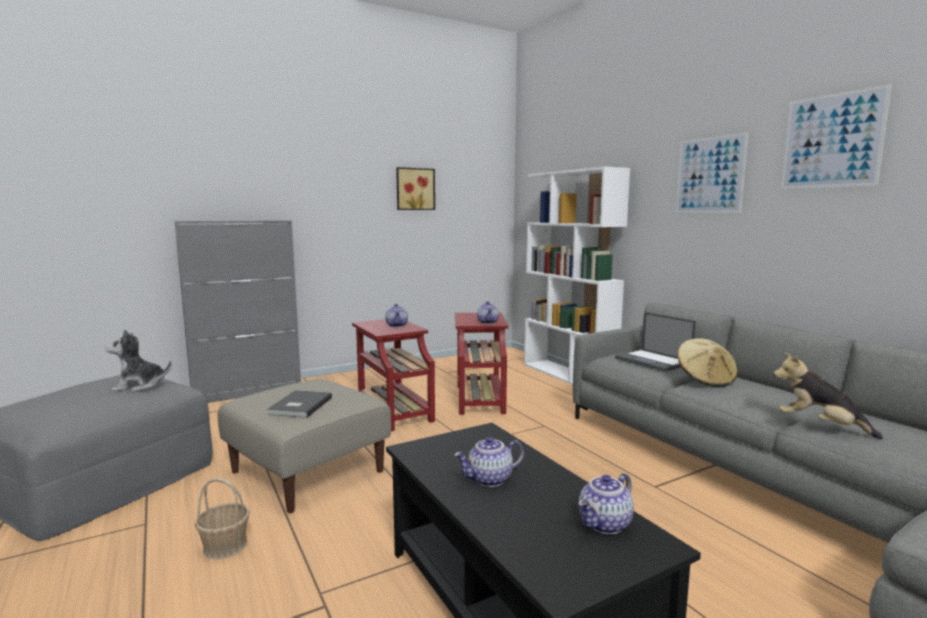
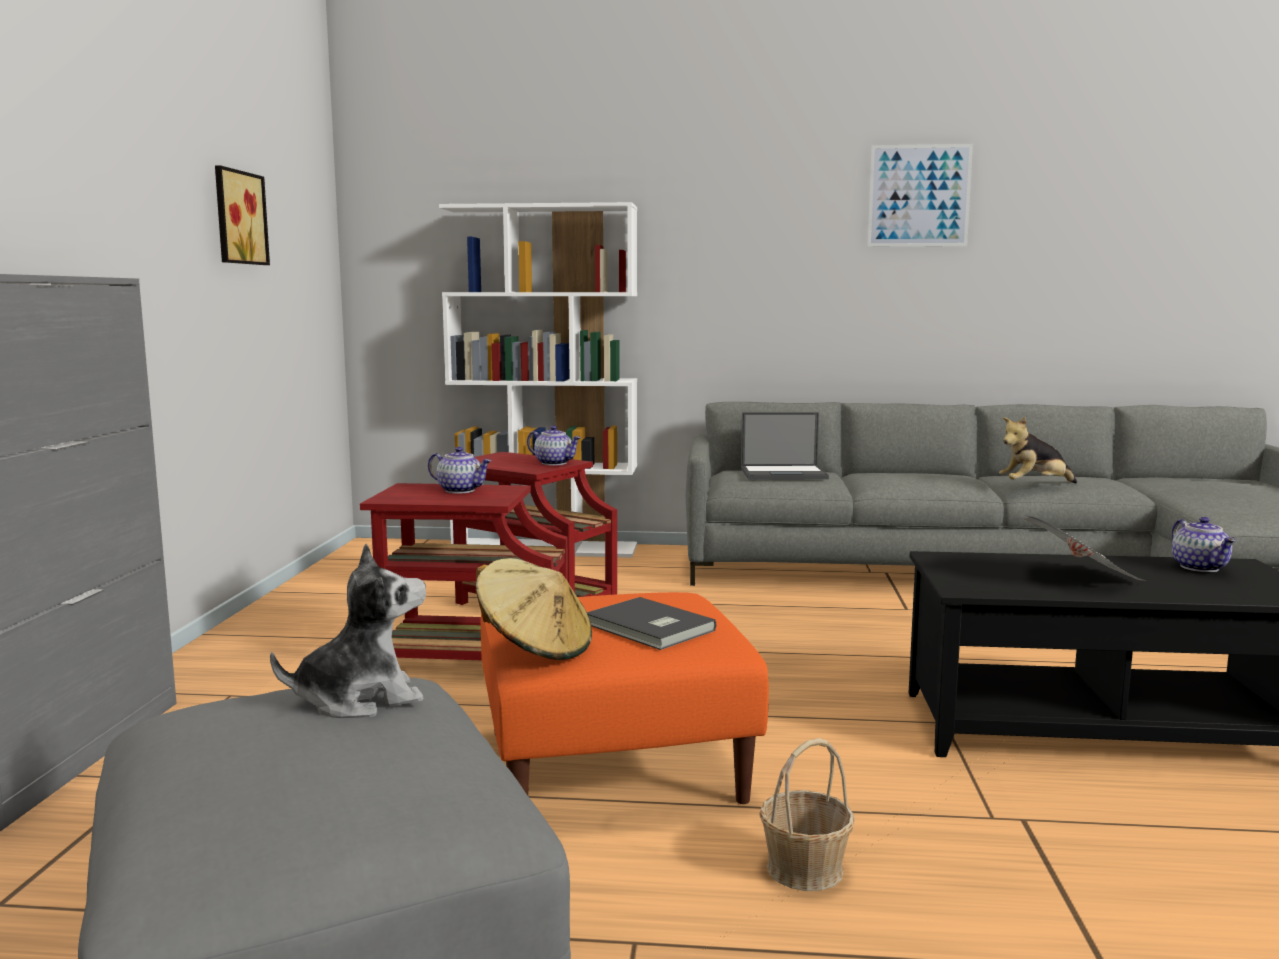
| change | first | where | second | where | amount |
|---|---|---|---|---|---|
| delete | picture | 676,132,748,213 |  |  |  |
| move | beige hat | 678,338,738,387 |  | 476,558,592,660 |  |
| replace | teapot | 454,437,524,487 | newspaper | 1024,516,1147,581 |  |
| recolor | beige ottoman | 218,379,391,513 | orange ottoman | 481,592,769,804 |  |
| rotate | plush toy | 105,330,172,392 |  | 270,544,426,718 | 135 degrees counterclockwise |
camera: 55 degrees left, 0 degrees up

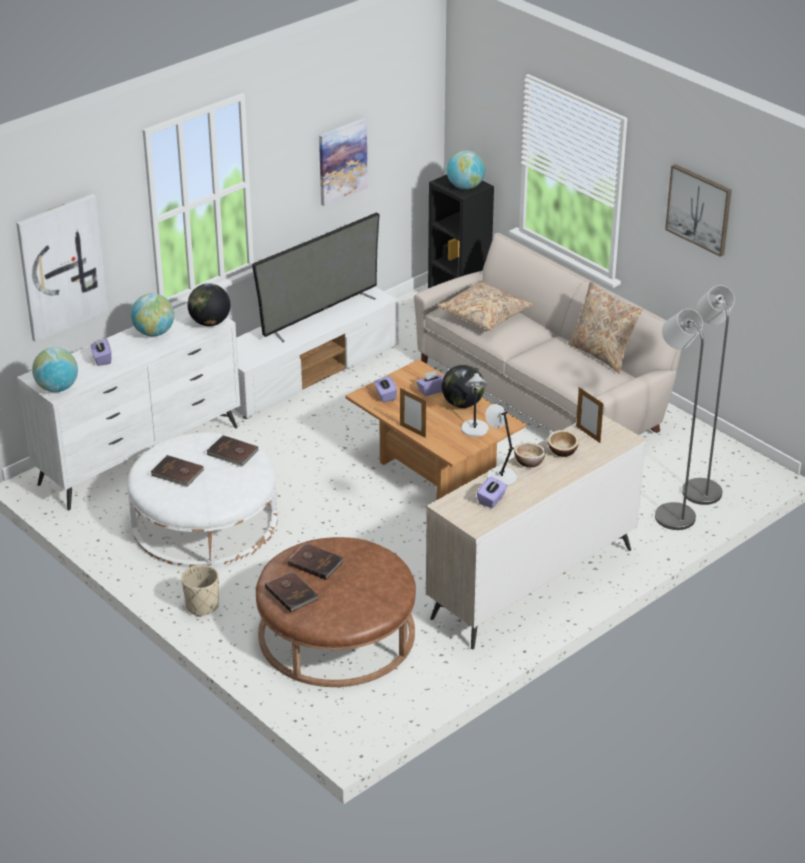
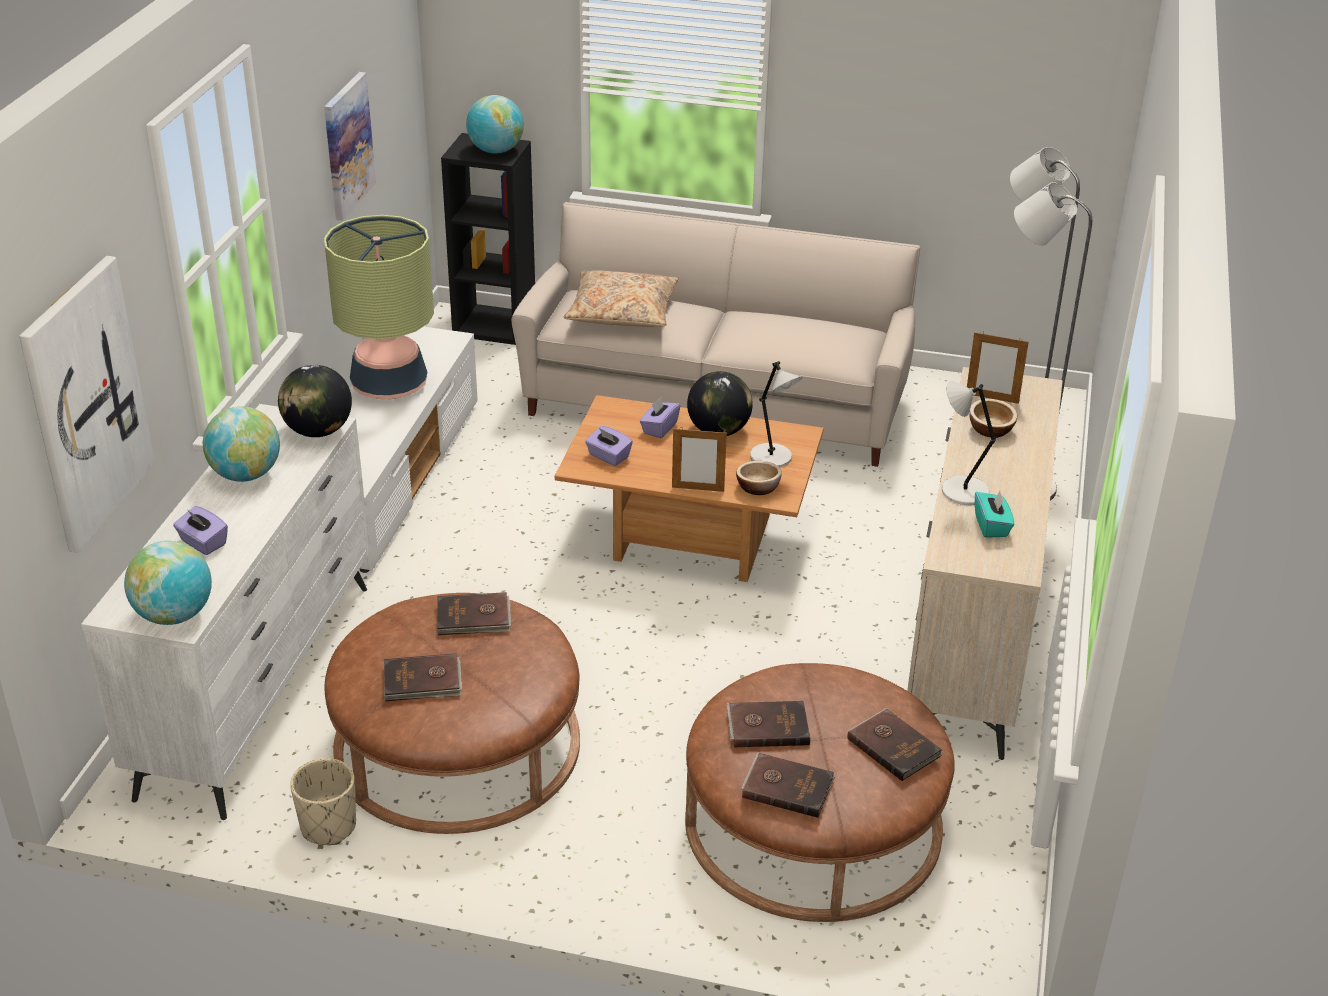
| change | first | where | second | where | amount |
|---|---|---|---|---|---|
| delete | beige pillow | 568,281,643,374 |  |  |  |
| delete | picture | 665,164,732,257 |  |  |  |
| insert |  |  | brown book | 847,708,942,781 |  |
| move | beige planter | 181,565,219,617 |  | 290,758,356,845 |  |
| move | bowl | 514,443,546,467 |  | 736,461,782,495 |  |
| replace | television | 252,212,380,342 | table lamp | 324,215,434,399 |  |
| recolor | white ottoman | 127,432,278,568 | brown ottoman | 324,593,580,834 |  |
| recolor | purple tissue box | 477,477,507,508 | turquoise tissue box | 975,491,1014,538 |  |
camera: 35 degrees left, 0 degrees up

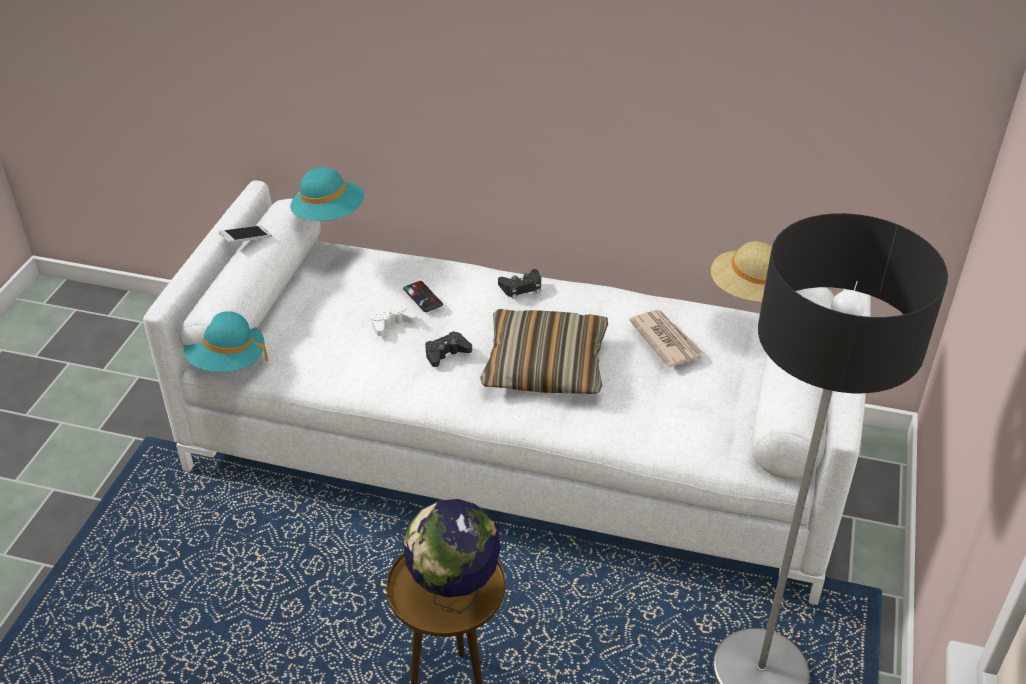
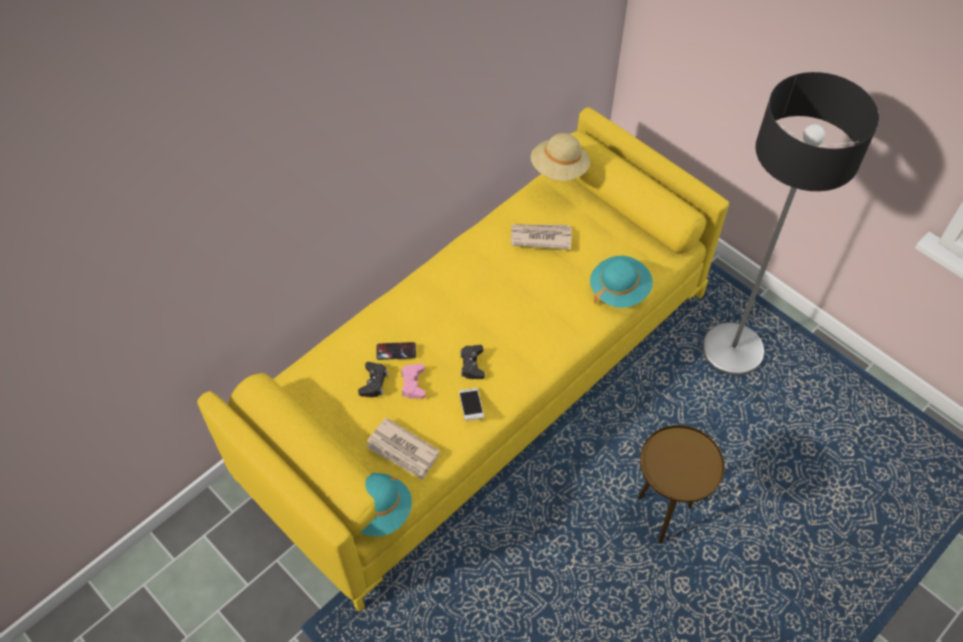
| change | first | where | second | where | amount |
|---|---|---|---|---|---|
| delete | globe | 403,499,501,613 |  |  |  |
| delete | pillow | 480,309,608,394 |  |  |  |
| insert |  |  | newspaper | 366,418,440,480 |  |
| move | phone | 219,225,272,243 |  | 459,388,484,421 |  |
| move | turquoise hat | 290,167,365,221 |  | 590,256,653,308 |  |
| move | black game controller | 498,269,541,299 |  | 358,362,388,397 |  |
| recolor | white sofa | 143,181,871,605 | yellow sofa | 197,107,729,612 |  |
| recolor | white game controller | 371,302,417,336 | pink game controller | 401,364,426,399 |  |
camera: 60 degrees left, 15 degrees up

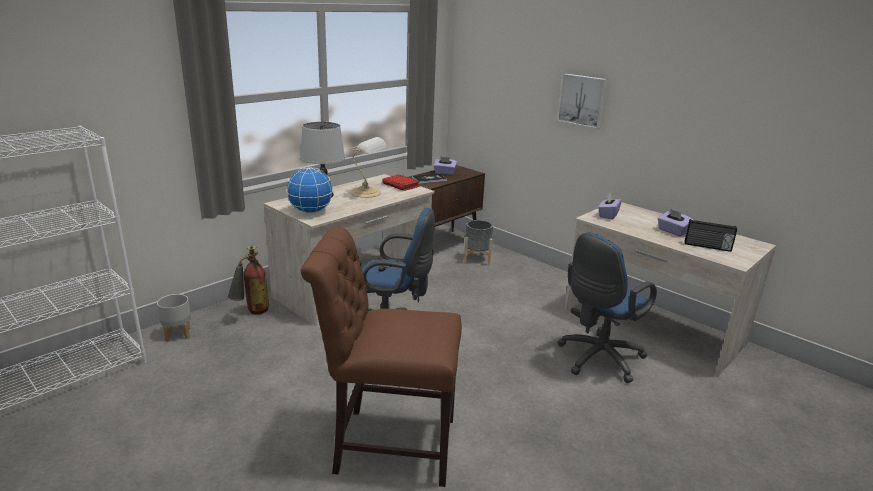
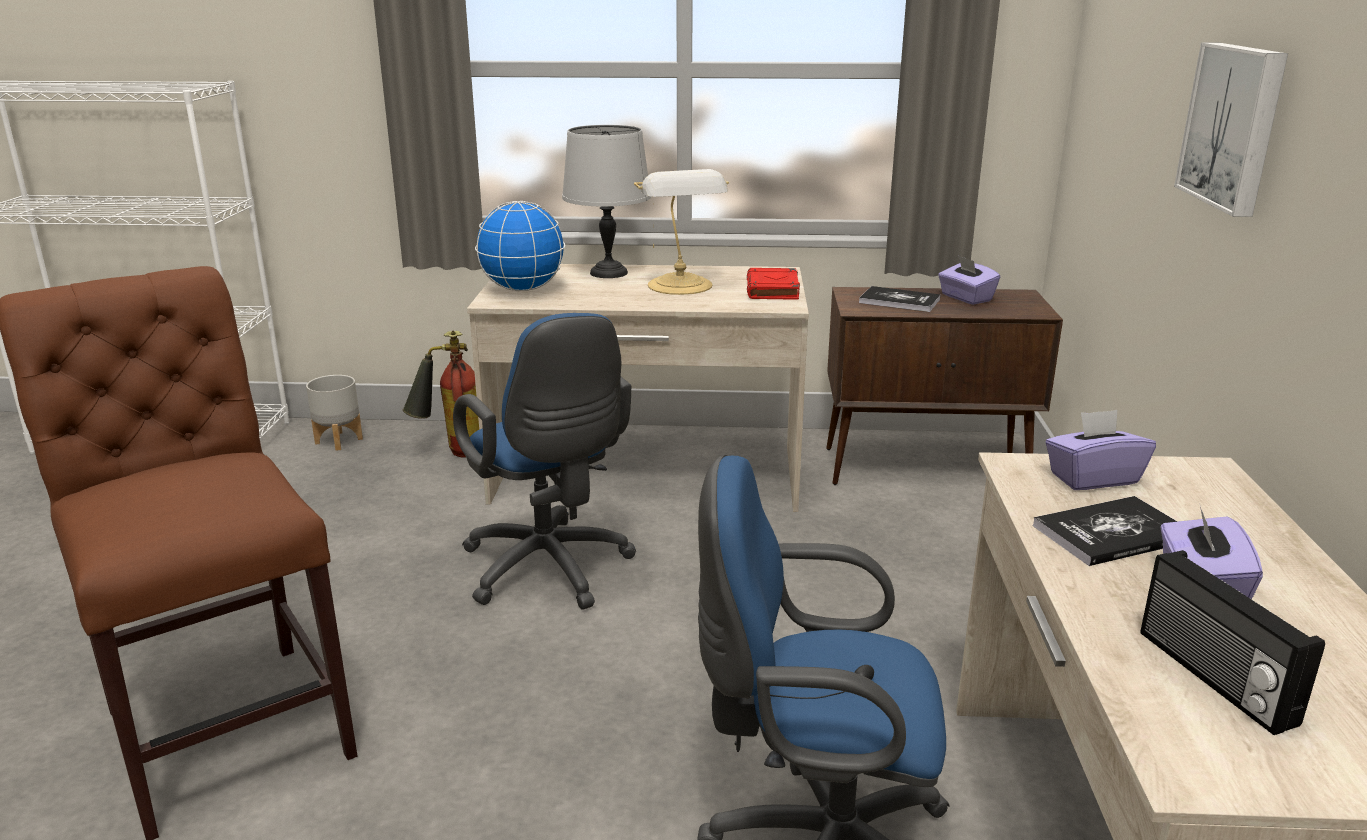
| change | first | where | second | where | amount |
|---|---|---|---|---|---|
| delete | grey planter | 464,220,493,265 |  |  |  |
| insert |  |  | book | 1033,496,1178,566 |  |
camera: 50 degrees right, 0 degrees up

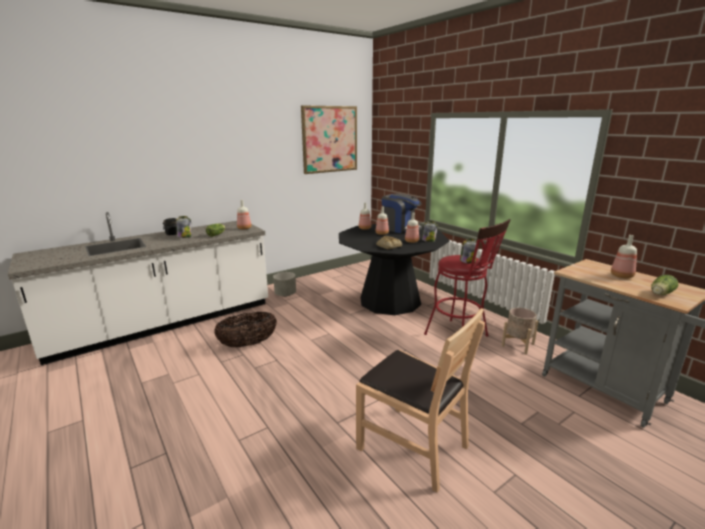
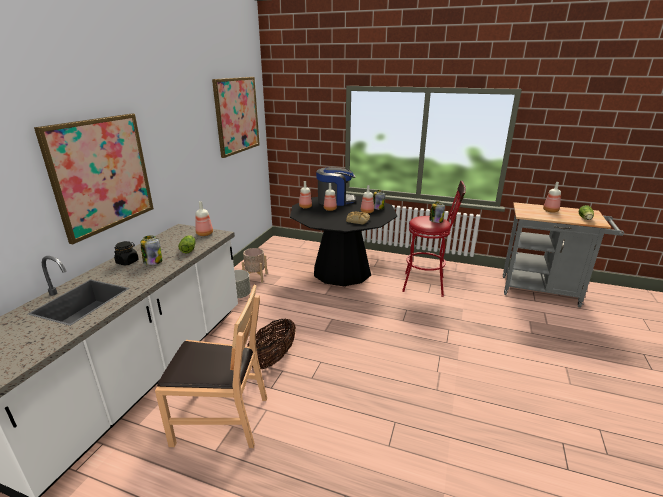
| change | first | where | second | where | amount |
|---|---|---|---|---|---|
| insert |  |  | picture | 34,114,154,244 |  |
| move | brown chair | 356,308,485,493 |  | 155,285,267,448 |  |
| move | beige planter | 502,308,538,354 |  | 242,248,267,283 |  |
camera: 35 degrees left, 5 degrees up

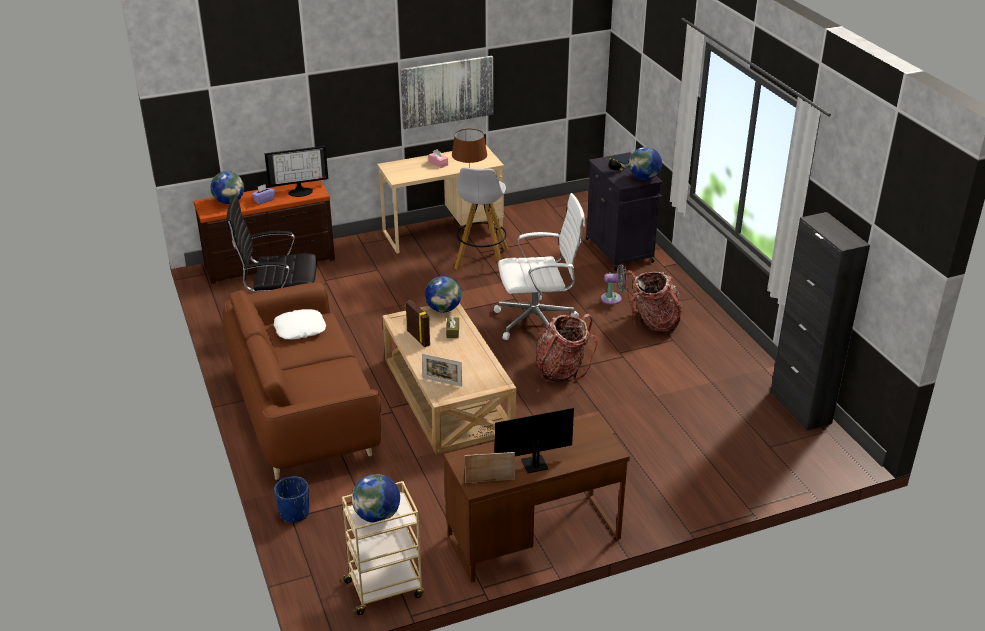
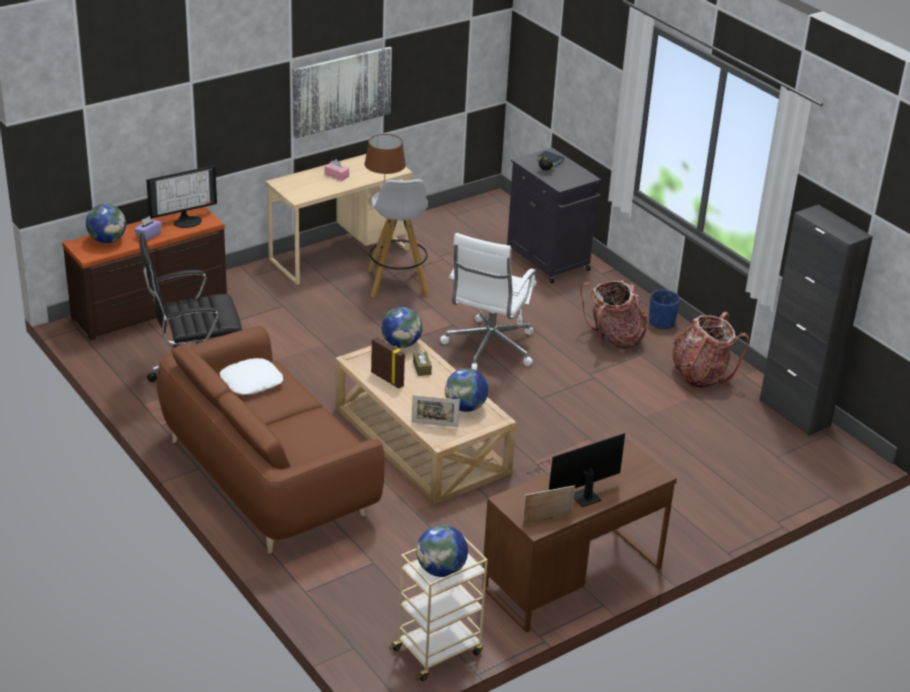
| change | first | where | second | where | amount |
|---|---|---|---|---|---|
| delete | grey fan | 601,264,627,305 |  |  |  |
| move | blue planter | 274,476,309,523 |  | 649,290,680,330 |  |
| move | backpack | 536,314,597,383 |  | 673,312,749,389 |  |
| move | globe | 629,147,662,180 |  | 445,368,488,412 |  |
| rotate | white office chair | 494,193,585,340 |  | 440,233,537,371 | 135 degrees clockwise |
camera: 15 degrees left, 0 degrees up

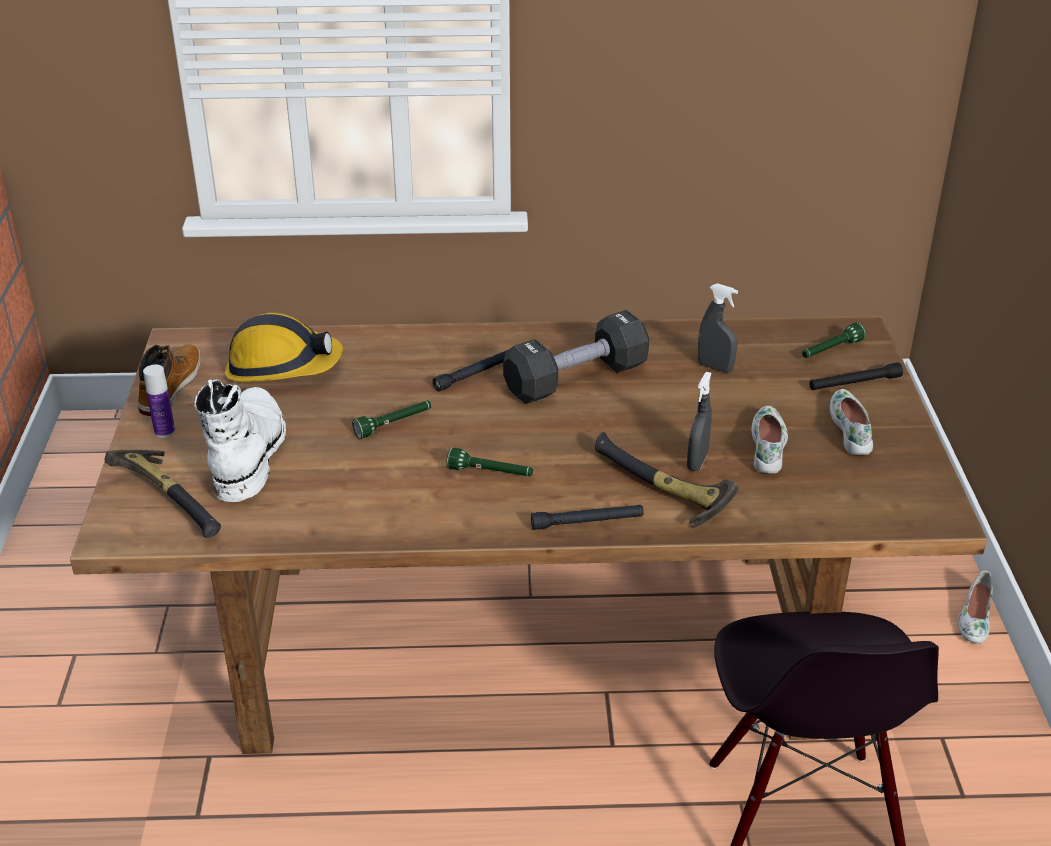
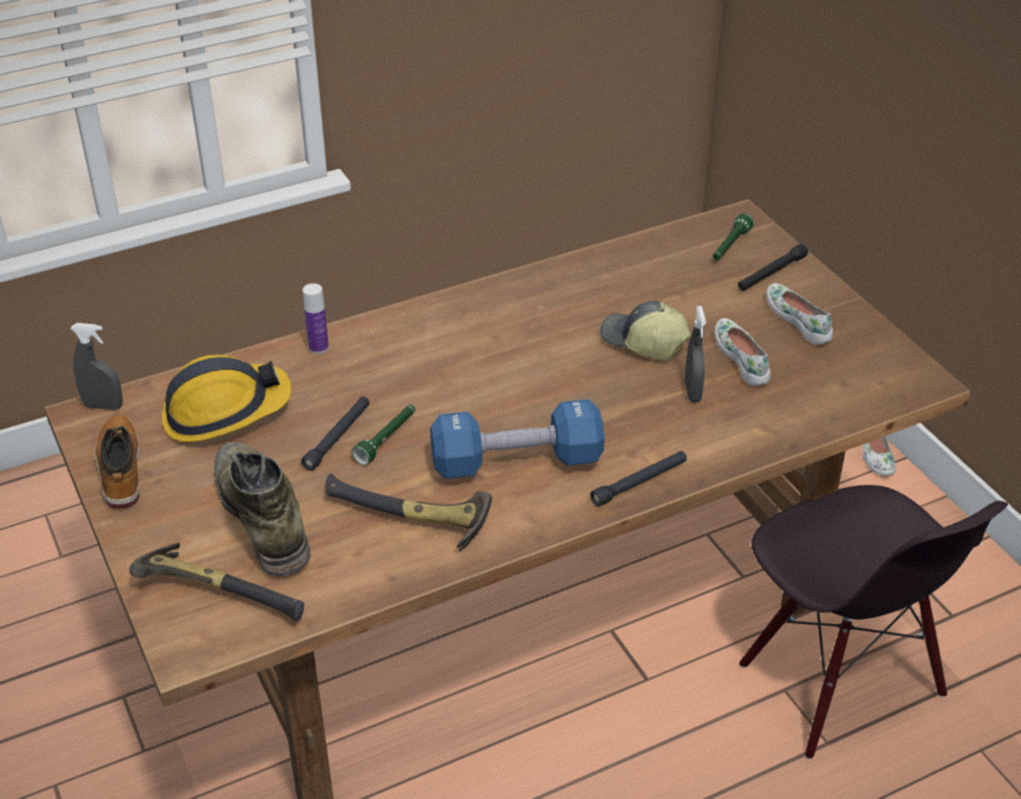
| change | first | where | second | where | amount |
|---|---|---|---|---|---|
| delete | black dumbbell | 503,310,649,404 |  |  |  |
| insert |  |  | cap | 600,301,691,361 |  |
| move | bottle | 143,365,175,438 |  | 303,283,329,354 |  |
| move | black flashlight | 433,349,509,391 |  | 301,397,370,471 |  |
| move | hammer | 595,432,738,529 |  | 325,474,492,552 |  |
| move | grey spray bottle | 698,283,738,373 |  | 70,323,123,410 |  |
| replace | green flashlight | 446,448,533,477 | blue dumbbell | 430,399,605,479 |  |
| recolor | white boot | 194,380,286,502 | green boot | 214,442,311,576 |  |
camera: 25 degrees left, 5 degrees up

